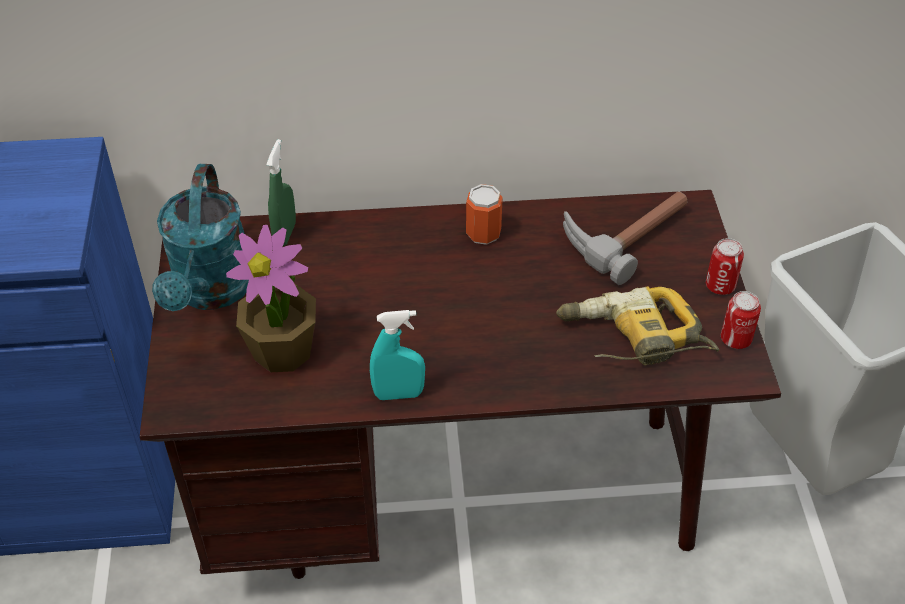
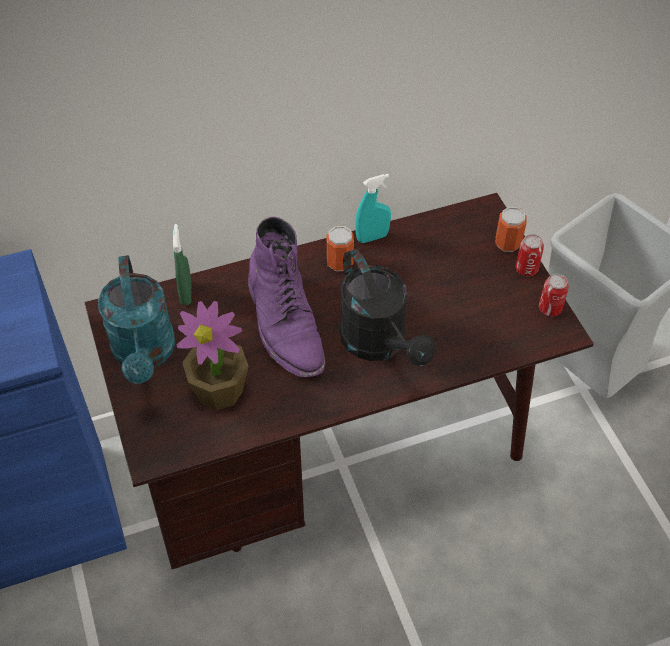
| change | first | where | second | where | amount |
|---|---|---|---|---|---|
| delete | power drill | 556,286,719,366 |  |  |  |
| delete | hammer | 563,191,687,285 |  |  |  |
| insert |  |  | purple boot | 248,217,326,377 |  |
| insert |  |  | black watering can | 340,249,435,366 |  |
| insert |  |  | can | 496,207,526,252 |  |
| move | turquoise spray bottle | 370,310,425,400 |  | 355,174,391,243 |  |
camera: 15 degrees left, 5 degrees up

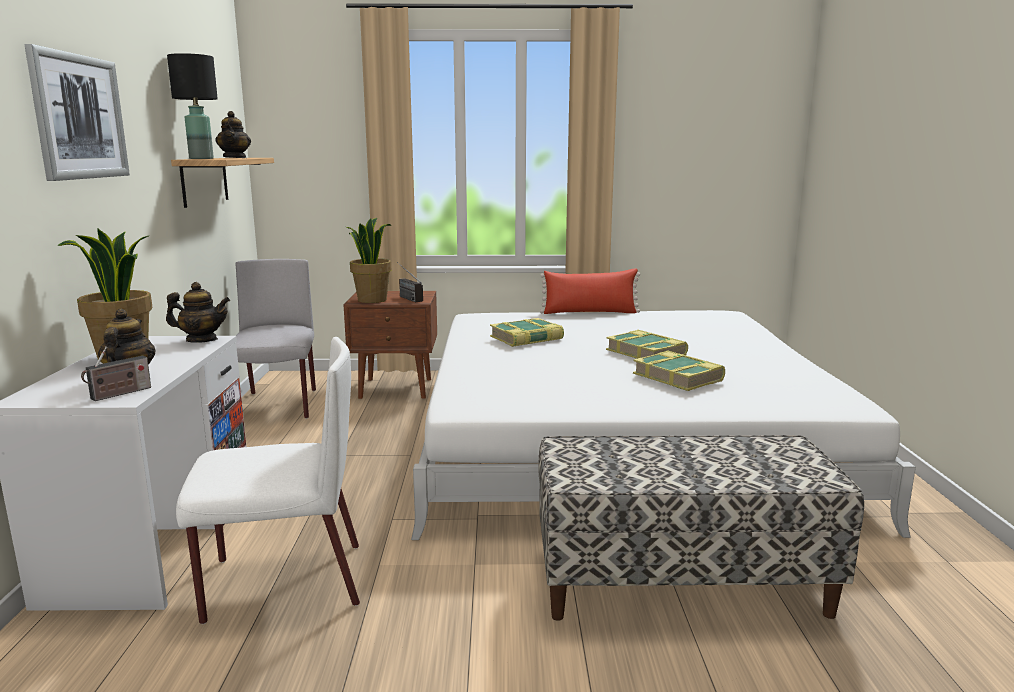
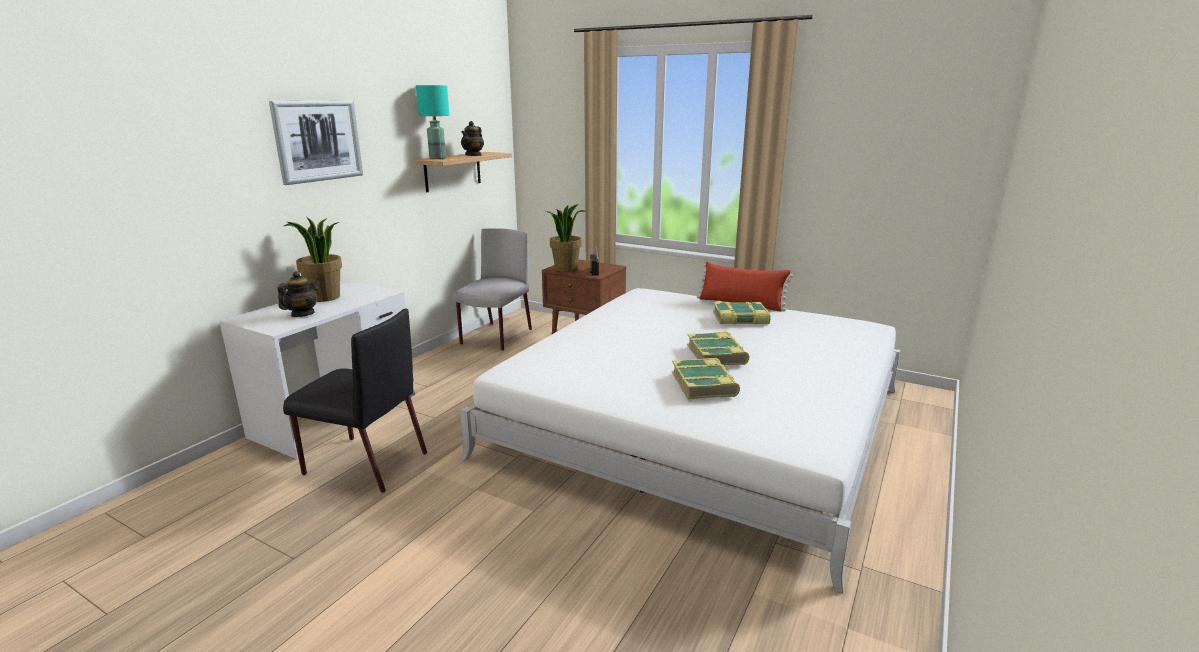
| change | first | where | second | where | amount |
|---|---|---|---|---|---|
| delete | radio | 81,347,151,401 |  |  |  |
| delete | teapot | 166,282,230,343 |  |  |  |
| delete | bench | 538,435,864,621 |  |  |  |
| move | book | 490,318,564,347 |  | 713,302,770,324 |  |
| recolor | black table lamp | 167,53,218,159 | turquoise table lamp | 416,85,449,159 |  |
| recolor | white chair | 176,337,360,624 | black chair | 283,308,427,493 |  |
camera: 30 degrees right, 5 degrees up

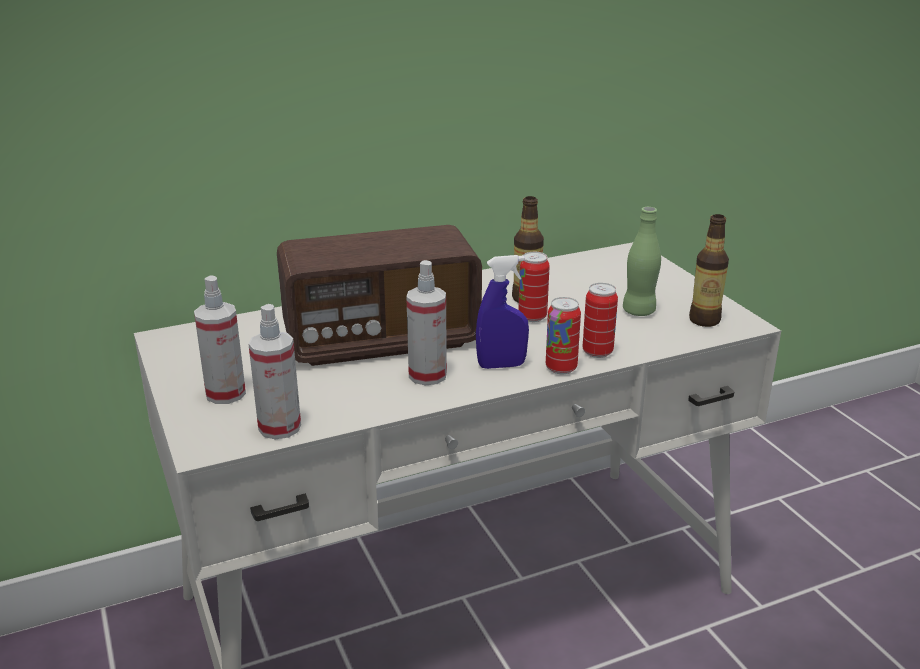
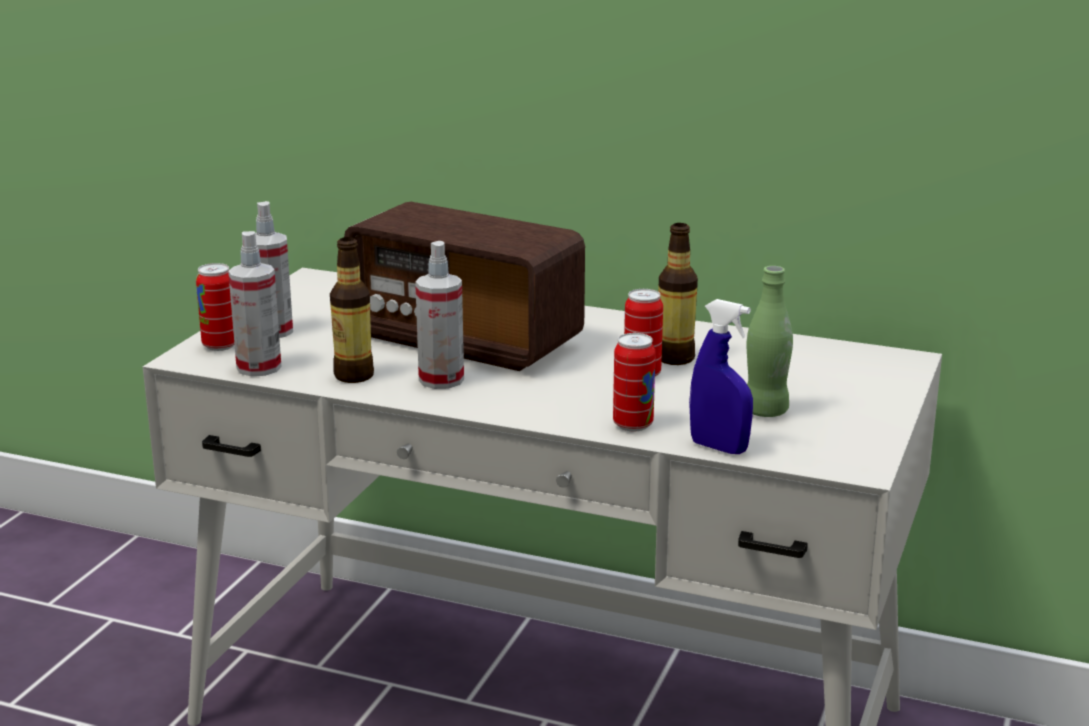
| change | first | where | second | where | amount |
|---|---|---|---|---|---|
| move | blue spray bottle | 476,255,529,369 |  | 689,299,753,454 |  |
| move | can | 546,297,581,374 |  | 196,263,234,351 |  |
| move | bottle | 689,214,729,327 |  | 330,237,374,383 |  |
camera: 45 degrees right, 5 degrees down

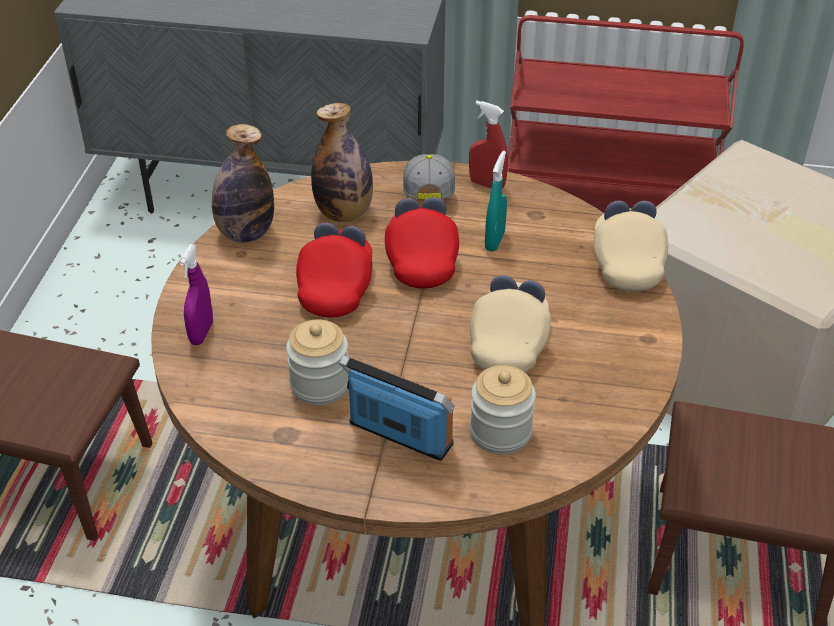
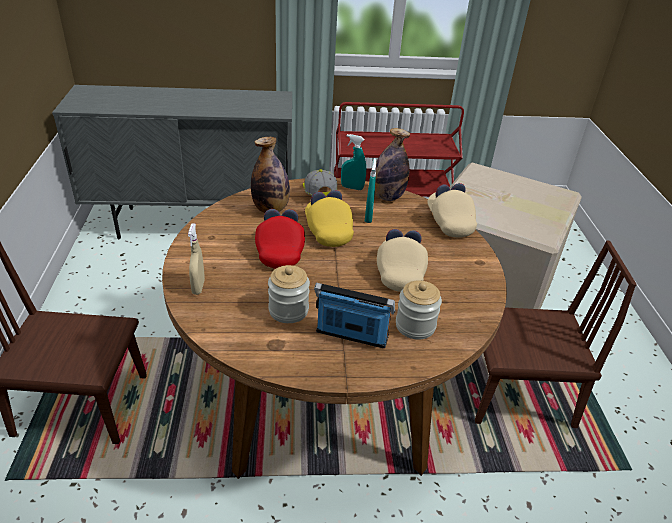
| change | first | where | second | where | amount |
|---|---|---|---|---|---|
| move | bottle | 212,124,274,243 |  | 375,128,410,201 |  |
| recolor | purple spray bottle | 180,244,213,345 | beige spray bottle | 188,223,205,295 |  |
| recolor | red cap | 385,197,459,289 | yellow cap | 305,190,354,247 |  |
| recolor | red spray bottle | 469,101,508,189 | turquoise spray bottle | 341,134,366,190 |  |
camera: 15 degrees left, 5 degrees down

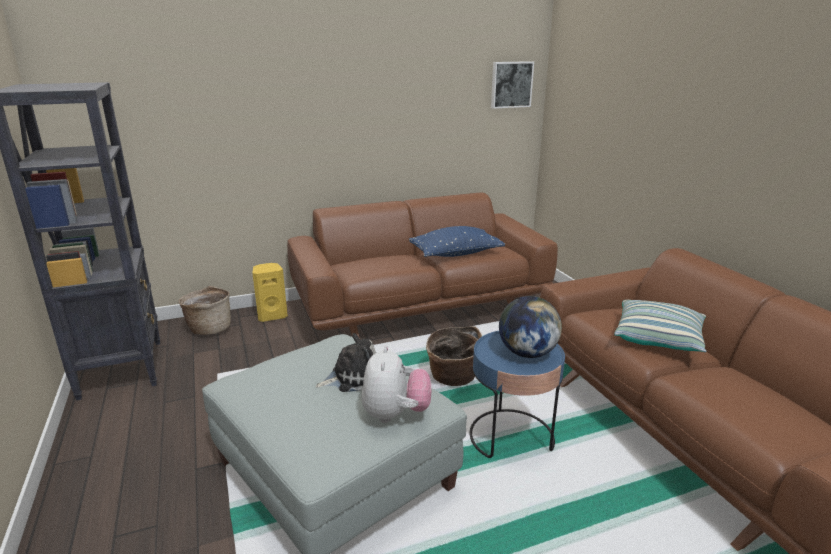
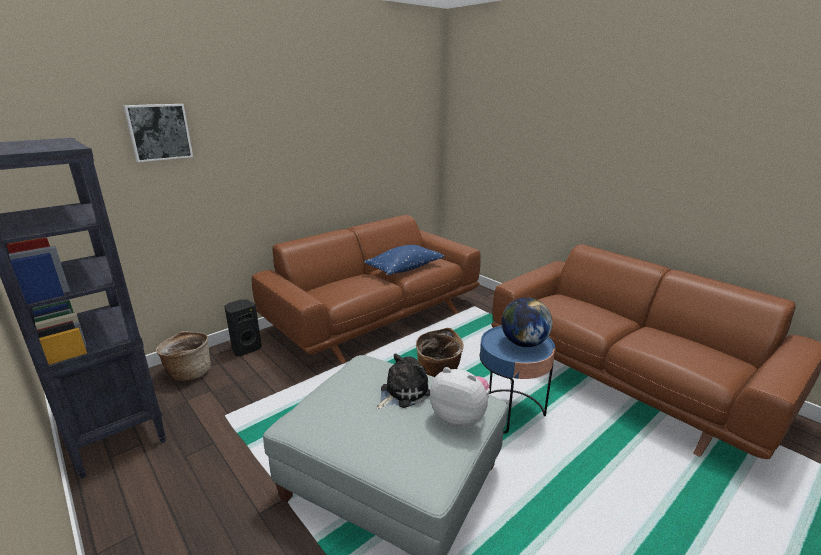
| change | first | where | second | where | amount |
|---|---|---|---|---|---|
| delete | pillow | 614,300,706,352 |  |  |  |
| move | picture | 491,61,534,109 |  | 123,104,193,162 |  |
| recolor | yellow speaker | 252,263,288,322 | black speaker | 224,299,262,356 |  |
| rotate | plush toy | 362,346,431,423 |  | 430,367,490,428 | 45 degrees counterclockwise |
camera: 20 degrees left, 0 degrees up

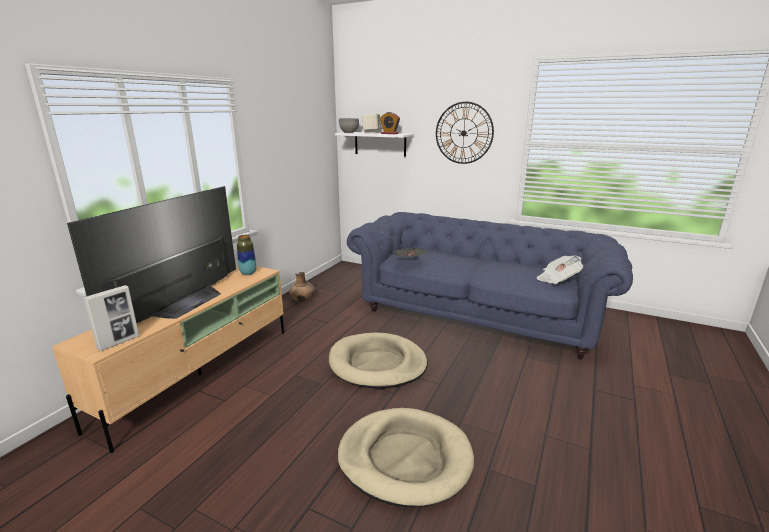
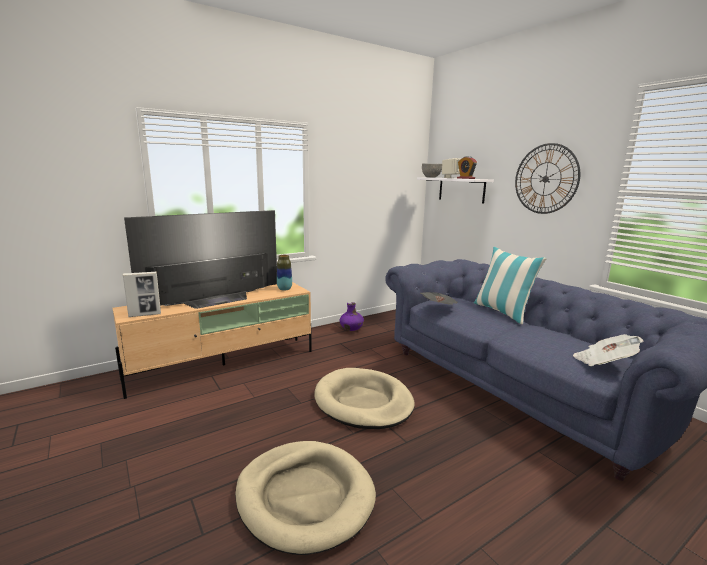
| change | first | where | second | where | amount |
|---|---|---|---|---|---|
| insert |  |  | pillow | 474,247,546,324 |  |
| recolor | brown vase | 289,272,315,302 | purple vase | 340,302,364,331 |  |
camera: 30 degrees right, 5 degrees down

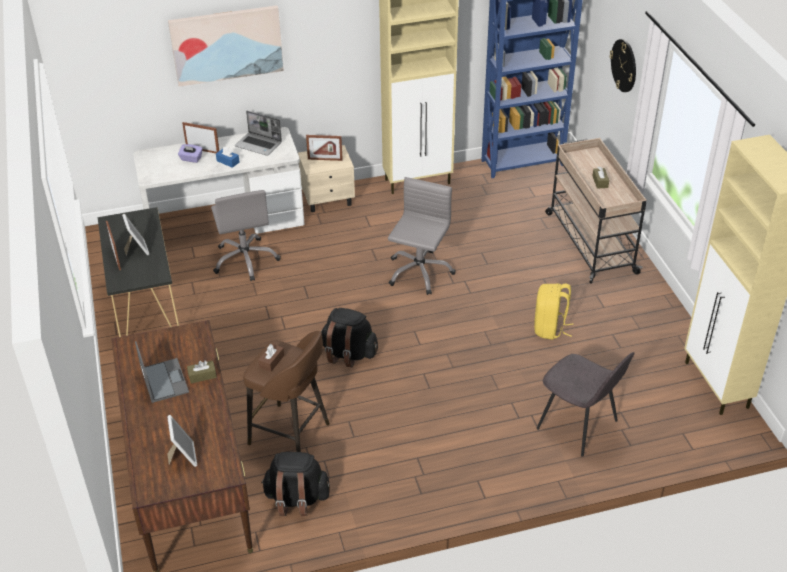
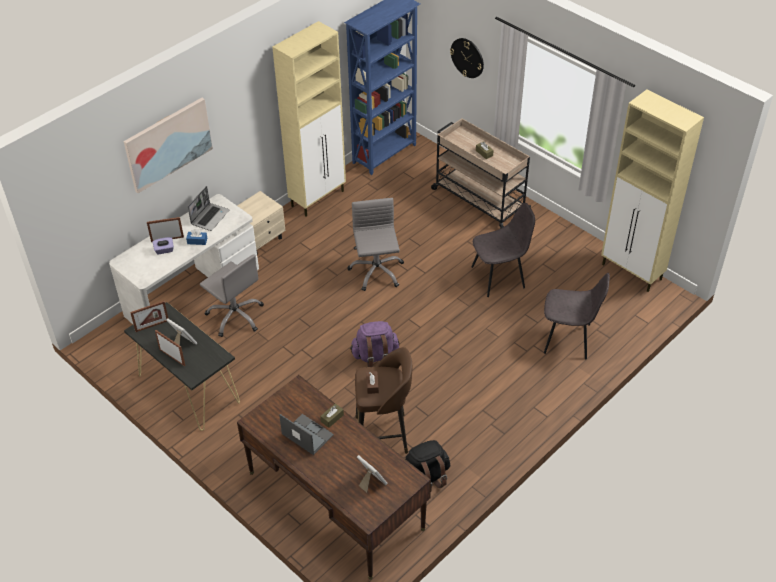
| change | first | where | second | where | amount |
|---|---|---|---|---|---|
| move | picture frame | 306,135,343,161 |  | 130,301,169,332 |  |
| replace | yellow backpack | 534,284,573,340 | grey chair | 472,202,535,297 |  |
| recolor | black backpack | 321,308,378,368 | purple backpack | 350,321,400,367 |  |
| rotate | laptop | 235,111,282,156 |  | 188,186,229,231 | 60 degrees counterclockwise |
camera: 30 degrees left, 5 degrees up

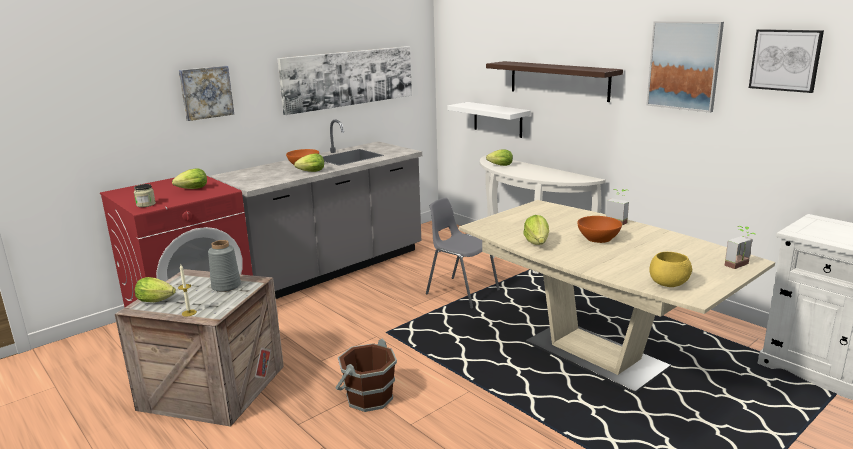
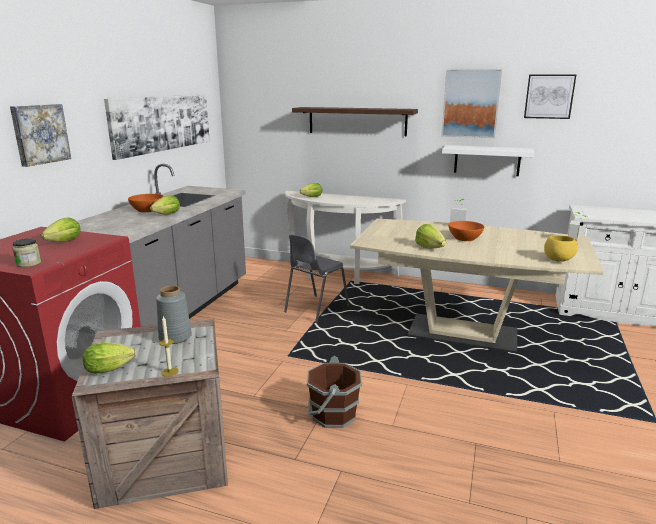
| change | first | where | second | where | amount |
|---|---|---|---|---|---|
| move | white shelf | 447,102,531,138 |  | 442,145,534,176 |  |
| rotate | grey chair | 426,198,500,309 |  | 284,234,349,323 | 60 degrees counterclockwise |
camera: 30 degrees left, 0 degrees up

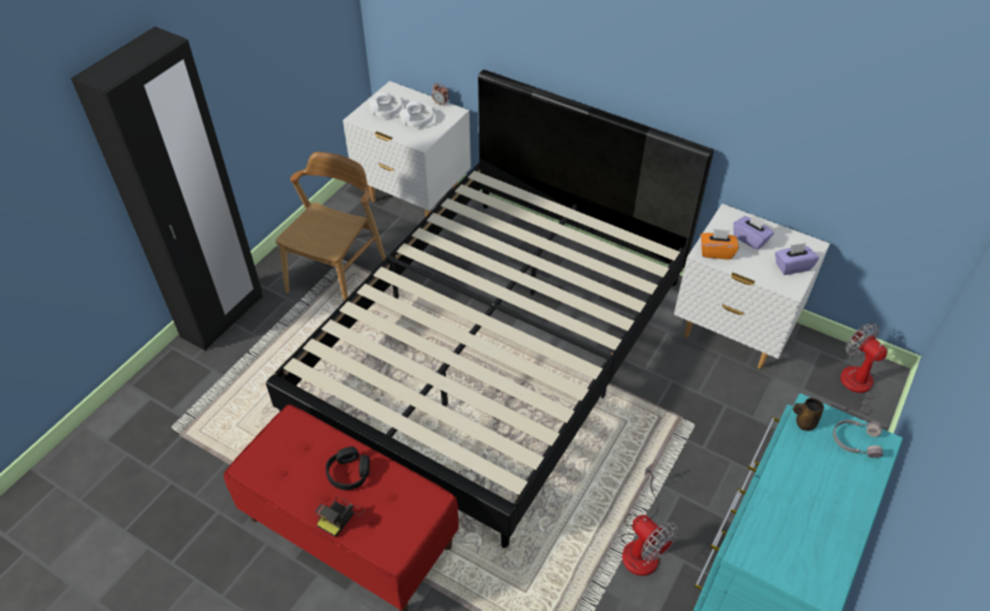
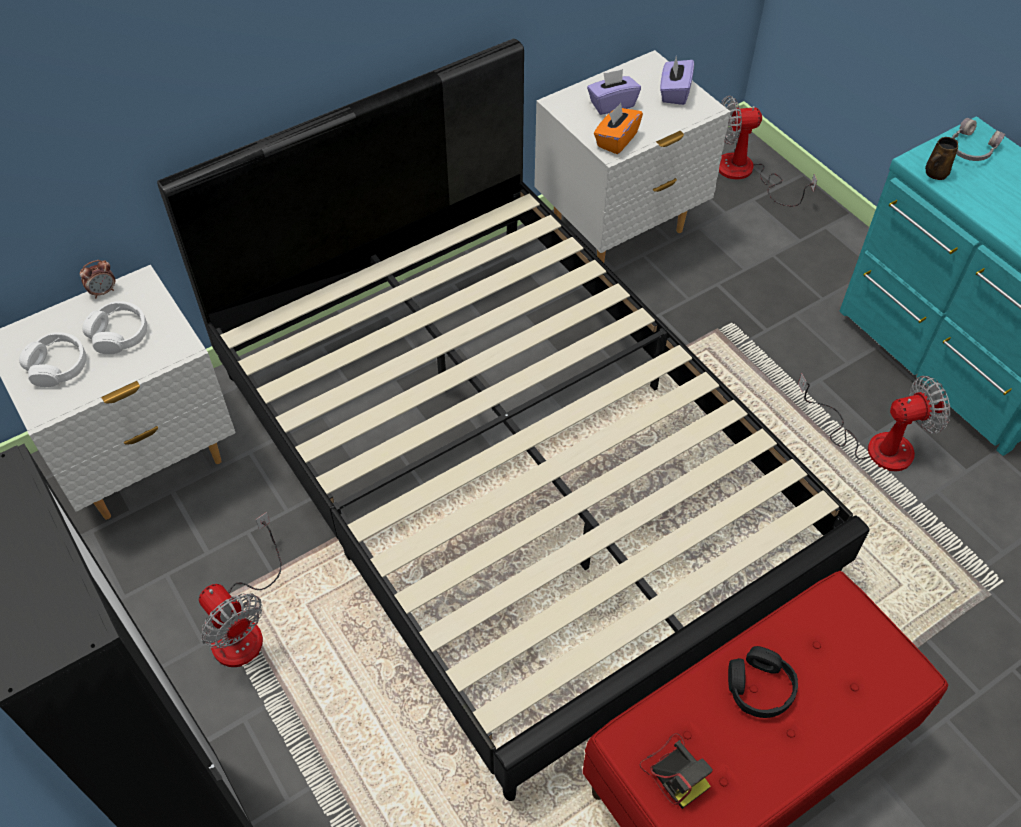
| change | first | where | second | where | amount |
|---|---|---|---|---|---|
| move | photo camera | 315,497,365,537 |  | 640,733,713,809 |  |
| replace | brown chair | 276,152,386,301 | fan | 199,512,282,667 |  |
camera: 65 degrees left, 5 degrees up

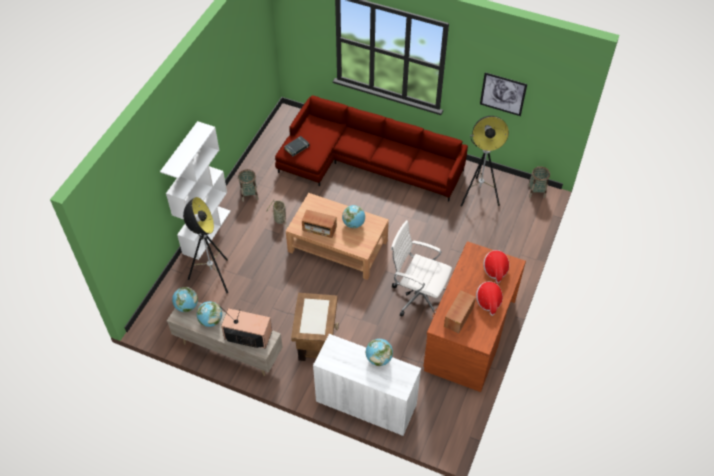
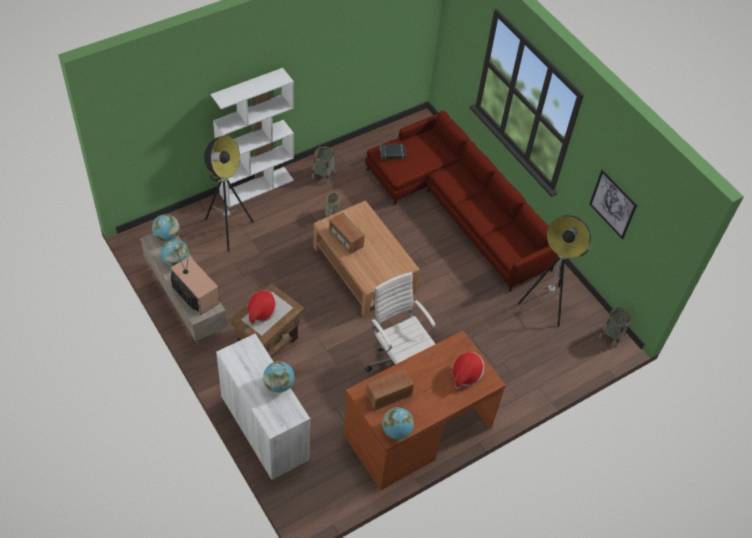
| change | first | where | second | where | amount |
|---|---|---|---|---|---|
| move | globe | 342,205,365,229 |  | 382,407,414,440 |  |
| move | hat | 476,281,503,316 |  | 247,290,277,325 |  |
camera: 30 degrees right, 0 degrees up

